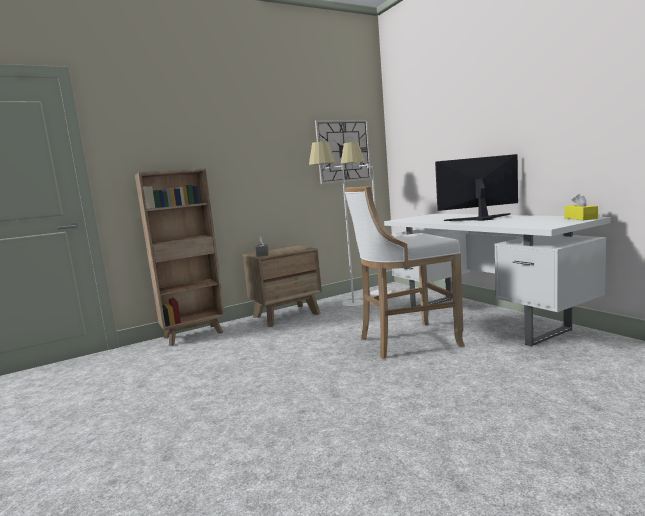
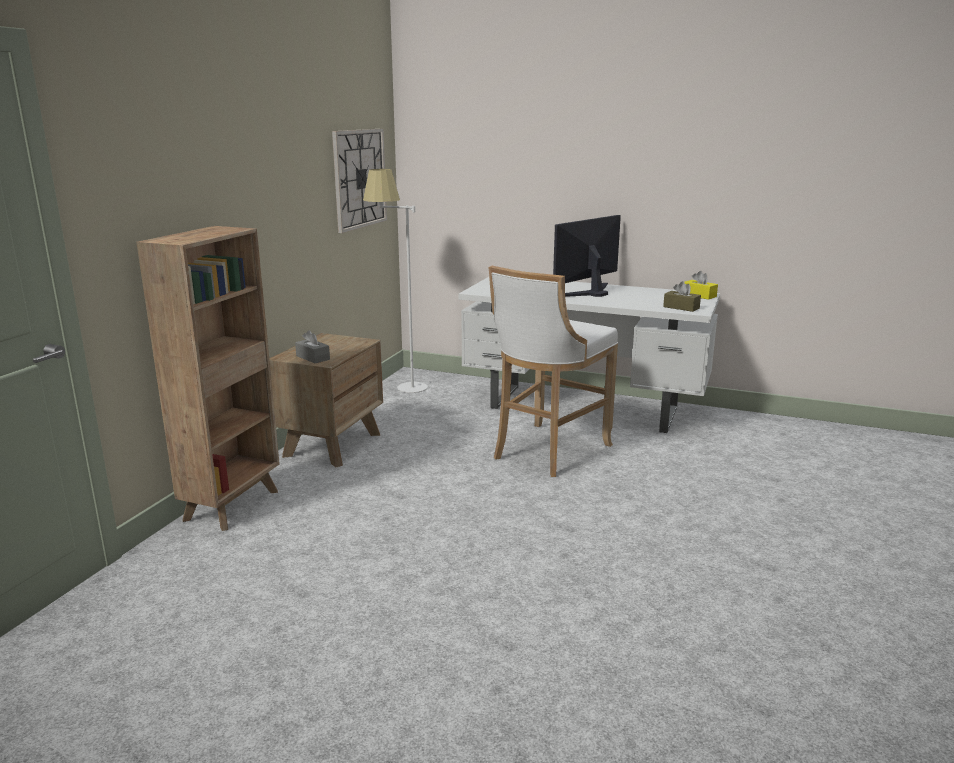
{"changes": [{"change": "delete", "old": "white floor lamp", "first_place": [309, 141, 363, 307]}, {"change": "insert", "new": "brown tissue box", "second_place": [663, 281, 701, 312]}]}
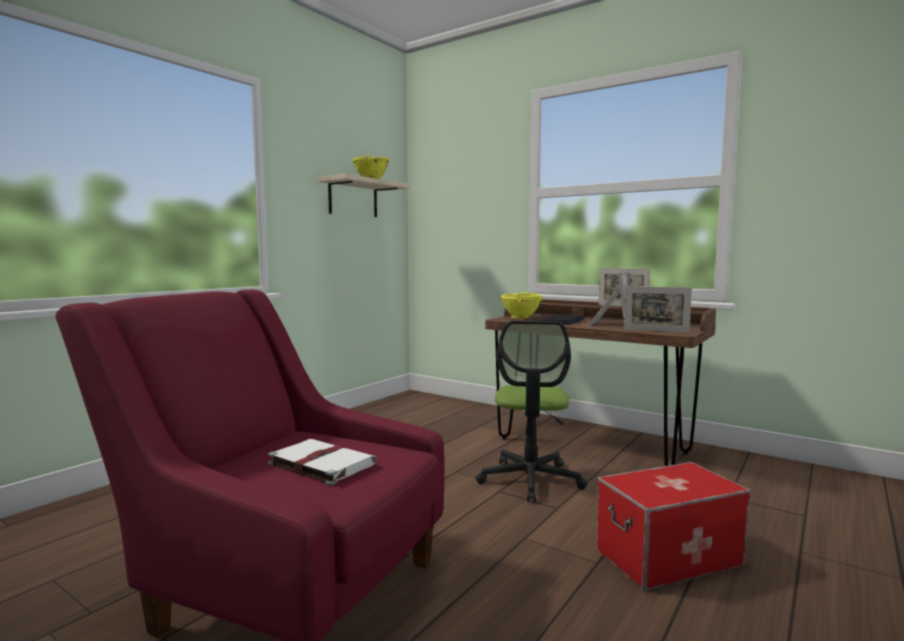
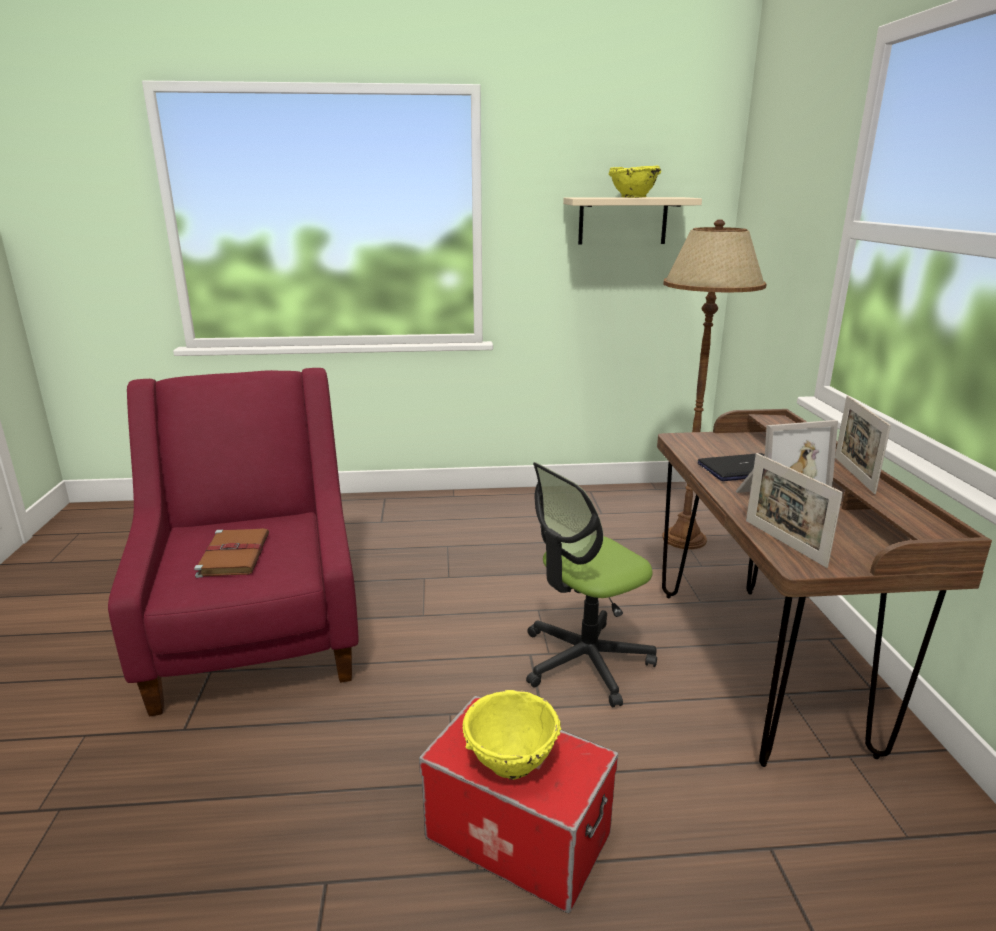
{"changes": [{"change": "recolor", "old": "white book", "new": "brown book", "first_place": [268, 439, 376, 486], "second_place": [194, 528, 269, 578]}, {"change": "move", "old": "yellow bowl", "first_place": [500, 293, 543, 318], "second_place": [462, 690, 561, 780]}, {"change": "insert", "new": "brown floor lamp", "second_place": [662, 219, 767, 549]}]}
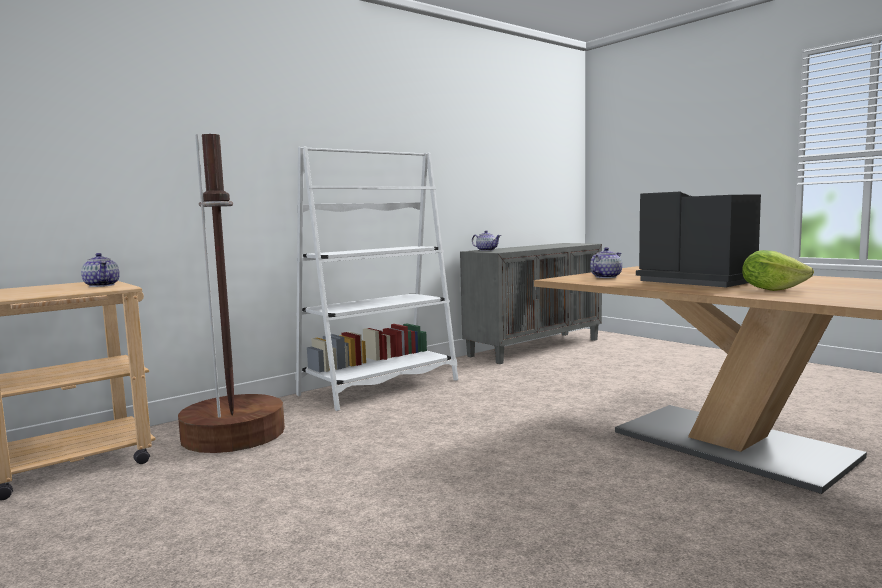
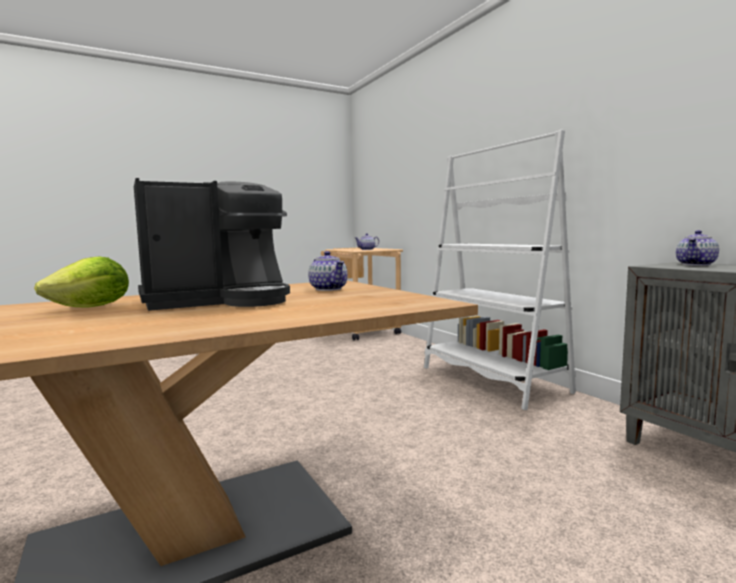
{"changes": [{"change": "delete", "old": "brown floor lamp", "first_place": [178, 134, 285, 453]}]}
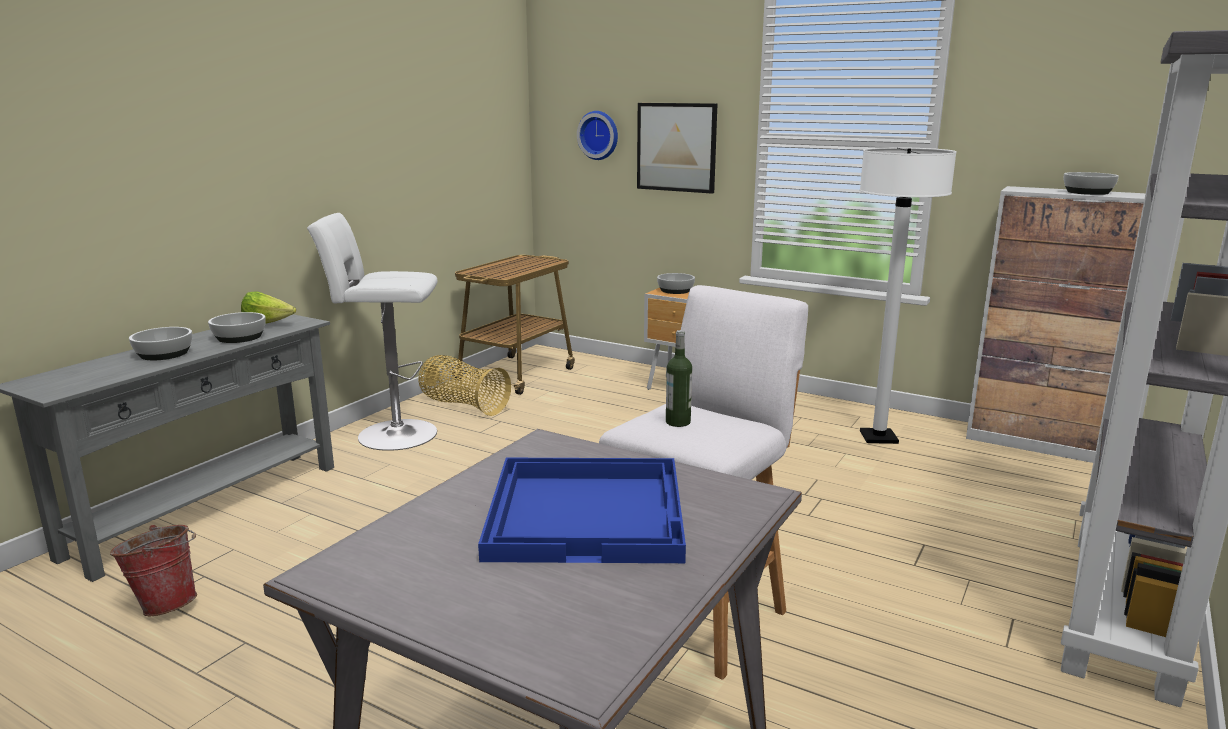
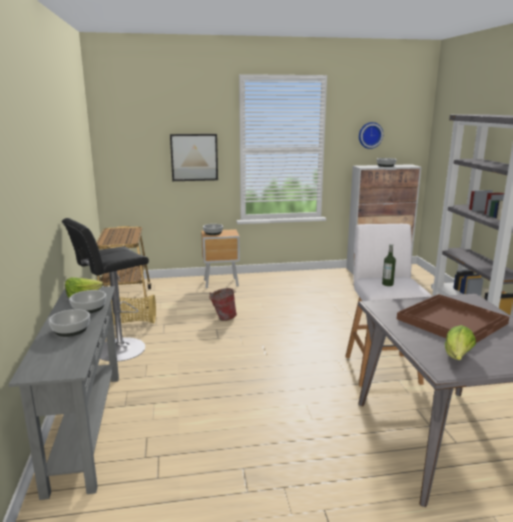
{"changes": [{"change": "move", "old": "bucket", "first_place": [110, 525, 197, 616], "second_place": [209, 288, 237, 321]}, {"change": "recolor", "old": "white stool", "new": "black stool", "first_place": [307, 213, 438, 451], "second_place": [62, 218, 149, 362]}, {"change": "recolor", "old": "blue tray", "new": "brown tray", "first_place": [478, 458, 686, 563], "second_place": [397, 294, 509, 343]}, {"change": "move", "old": "wall clock", "first_place": [577, 111, 618, 160], "second_place": [359, 122, 383, 149]}, {"change": "delete", "old": "white floor lamp", "first_place": [859, 147, 957, 444]}, {"change": "insert", "new": "lettuce", "second_place": [445, 325, 476, 360]}]}
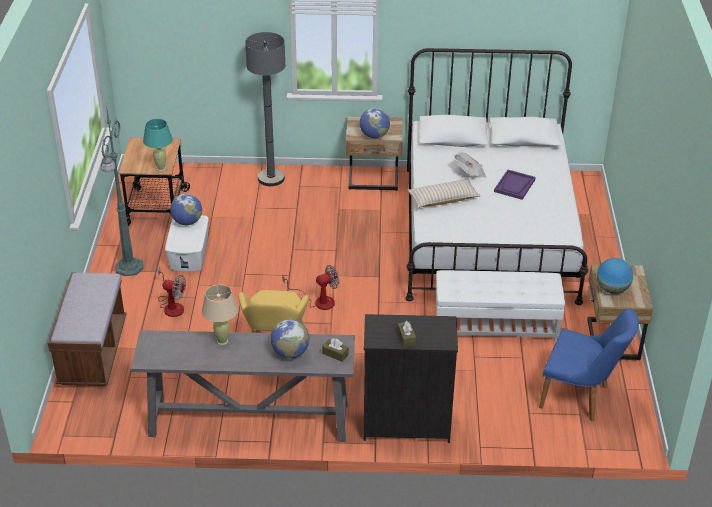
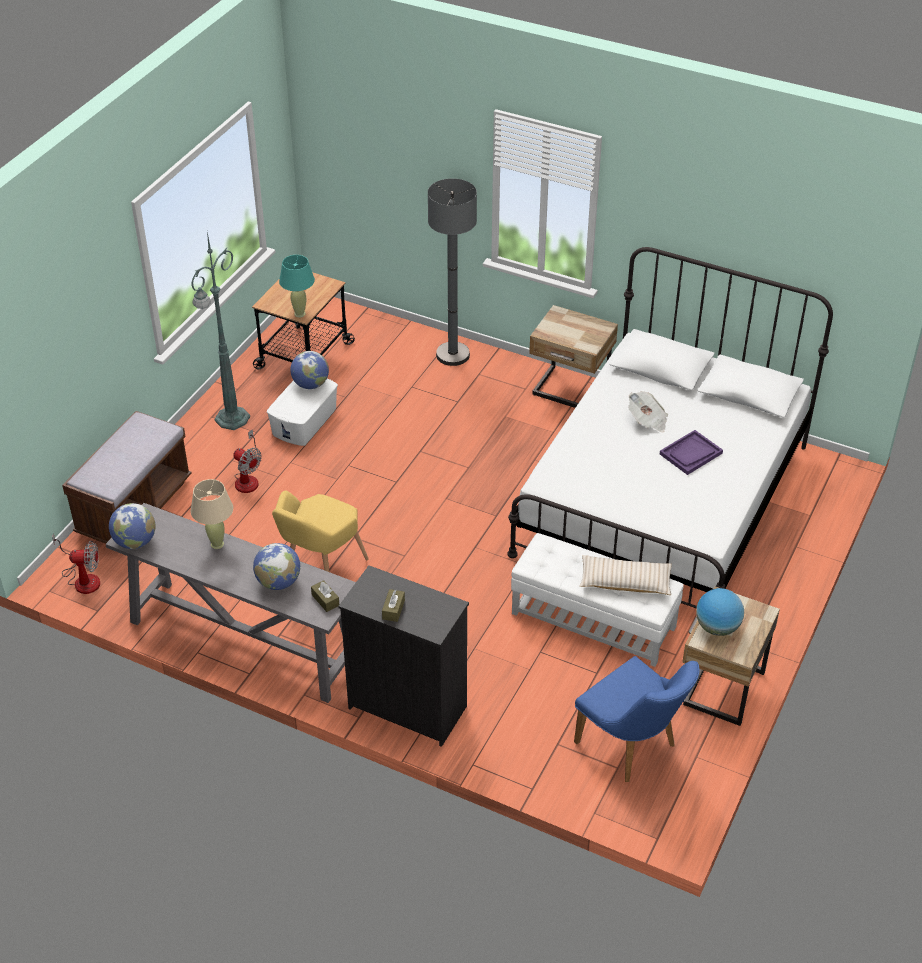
{"changes": [{"change": "move", "old": "fan", "first_place": [282, 265, 339, 310], "second_place": [52, 533, 100, 594]}, {"change": "move", "old": "globe", "first_place": [360, 108, 390, 138], "second_place": [109, 503, 155, 549]}, {"change": "move", "old": "beige pillow", "first_place": [407, 179, 480, 208], "second_place": [580, 555, 672, 595]}]}
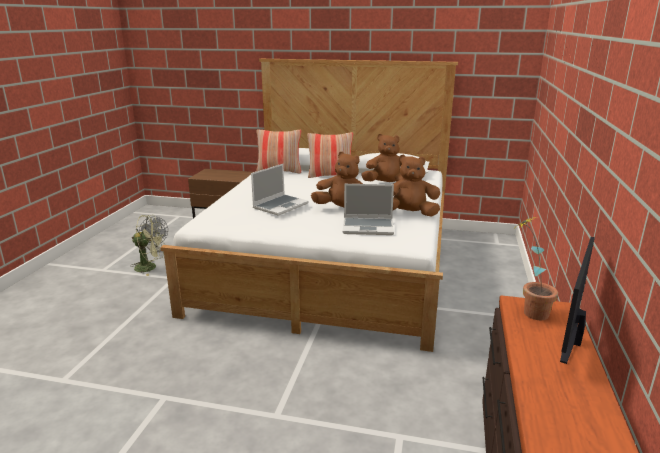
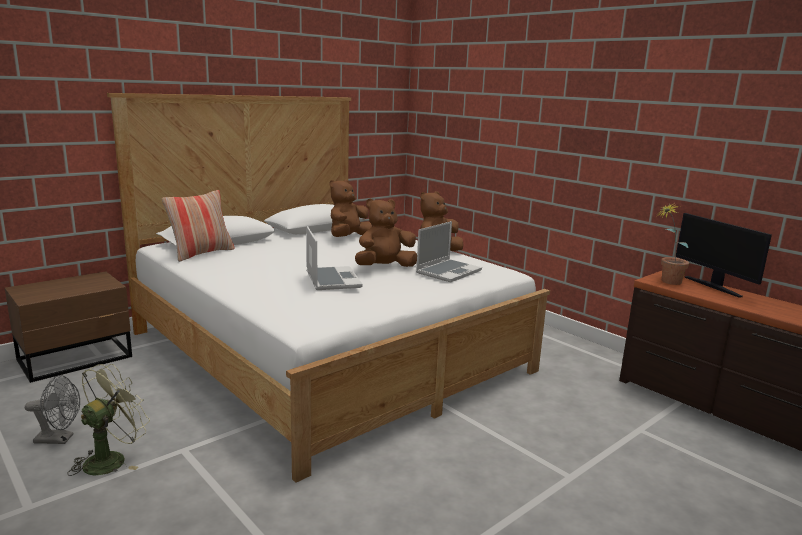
{"changes": [{"change": "delete", "old": "pillow", "first_place": [307, 132, 353, 178]}]}
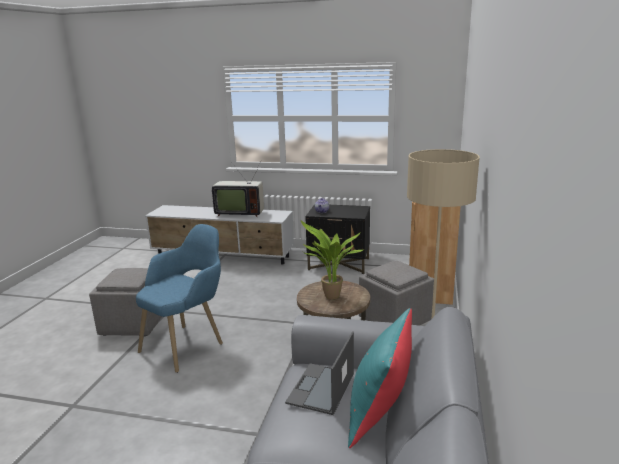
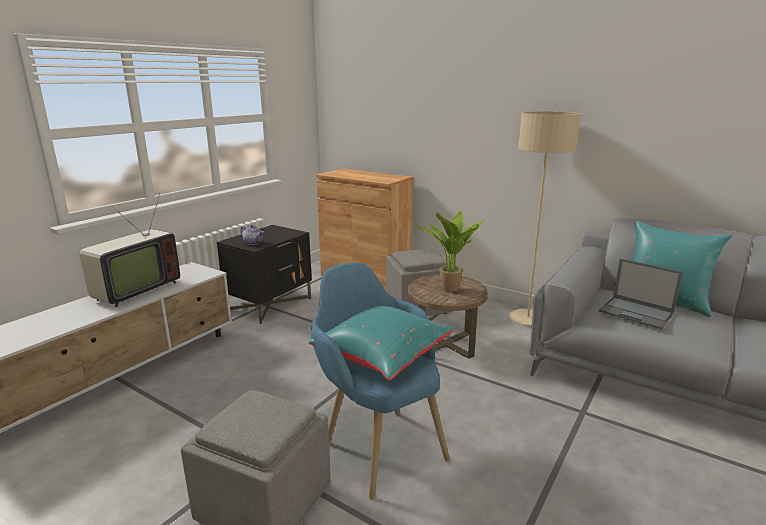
{"changes": [{"change": "insert", "new": "turquoise pillow", "second_place": [309, 306, 455, 381]}]}
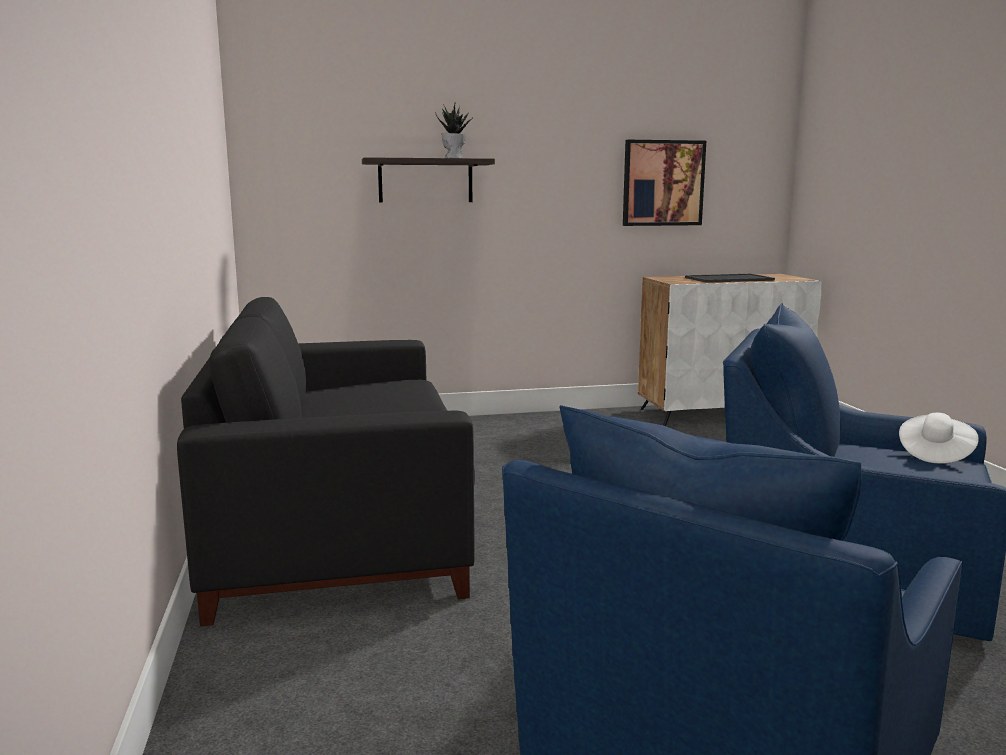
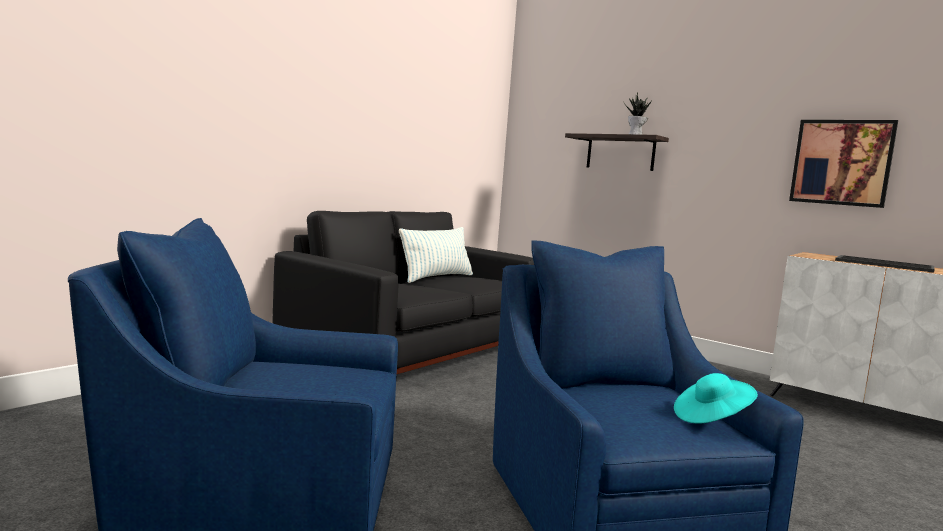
{"changes": [{"change": "recolor", "old": "white hat", "new": "turquoise hat", "first_place": [899, 413, 979, 464], "second_place": [674, 373, 758, 423]}, {"change": "insert", "new": "pillow", "second_place": [399, 227, 473, 283]}]}
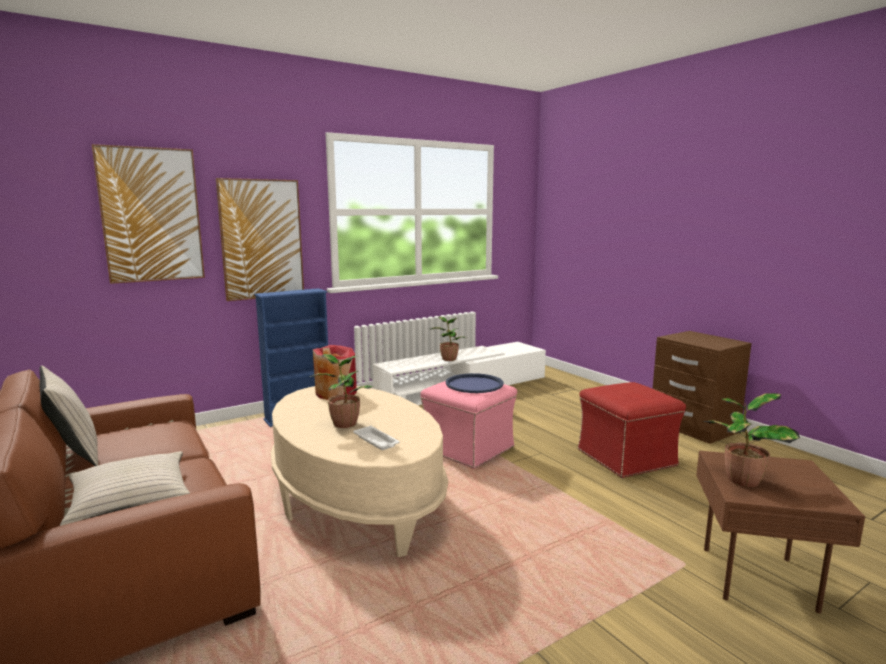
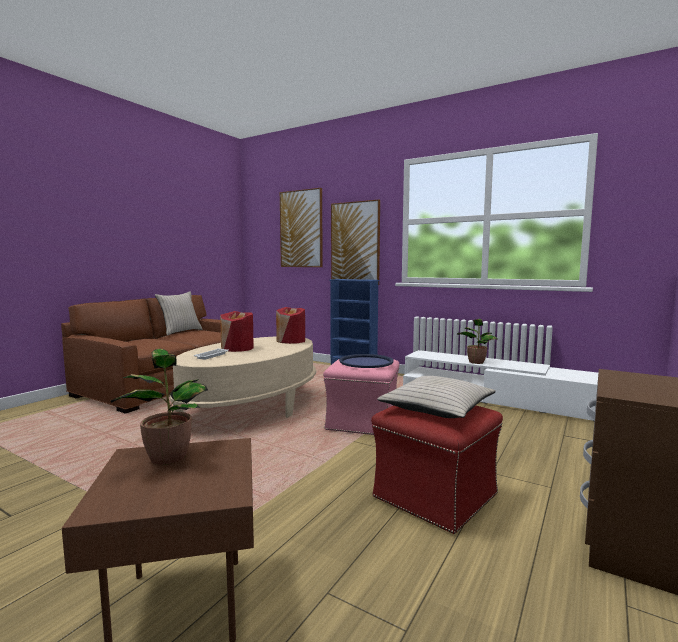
{"changes": [{"change": "move", "old": "beige pillow", "first_place": [60, 451, 190, 526], "second_place": [377, 376, 496, 418]}, {"change": "replace", "old": "potted plant", "new": "red vase", "first_place": [309, 354, 373, 428], "second_place": [220, 311, 254, 352]}]}
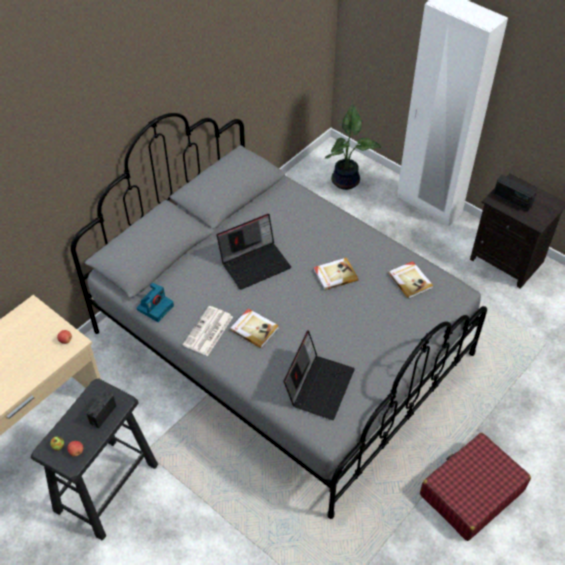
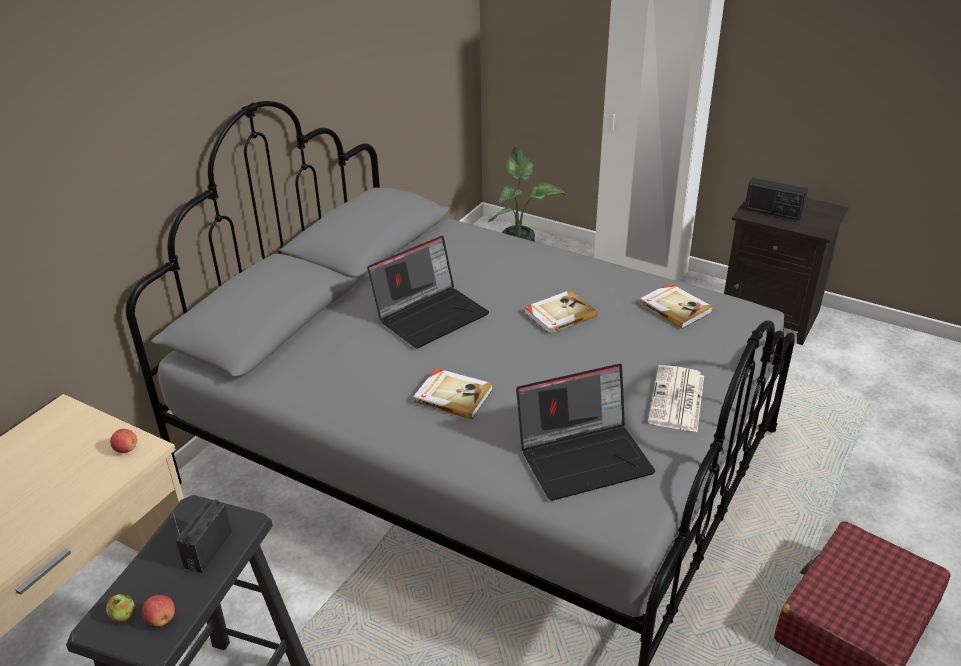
{"changes": [{"change": "delete", "old": "photo camera", "first_place": [136, 283, 174, 322]}, {"change": "move", "old": "newspaper", "first_place": [183, 306, 233, 356], "second_place": [648, 365, 704, 432]}, {"change": "rotate", "old": "laptop", "first_place": [284, 330, 355, 420], "second_place": [516, 364, 655, 501], "degrees": 60}]}
